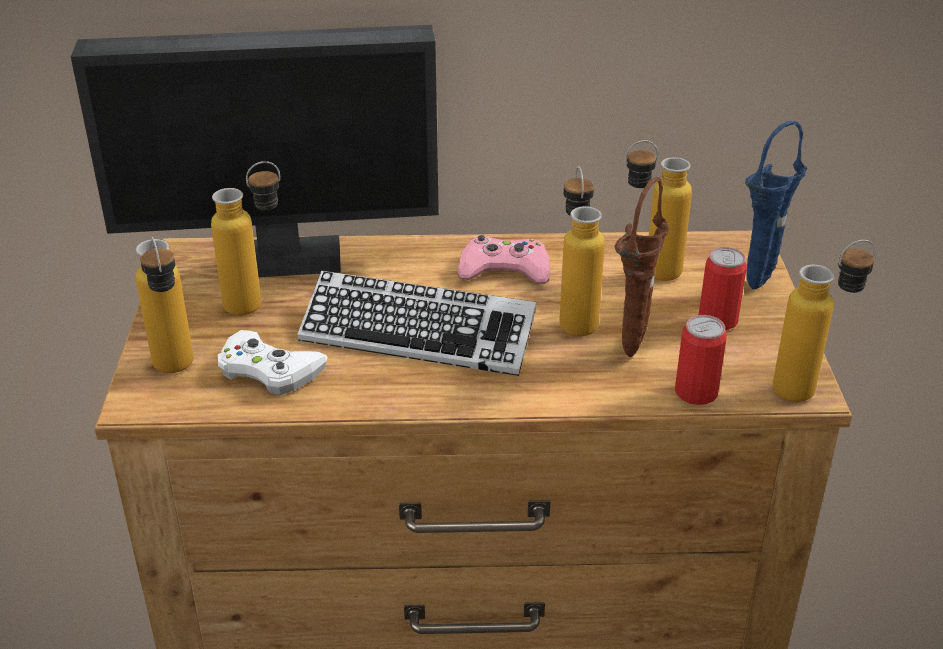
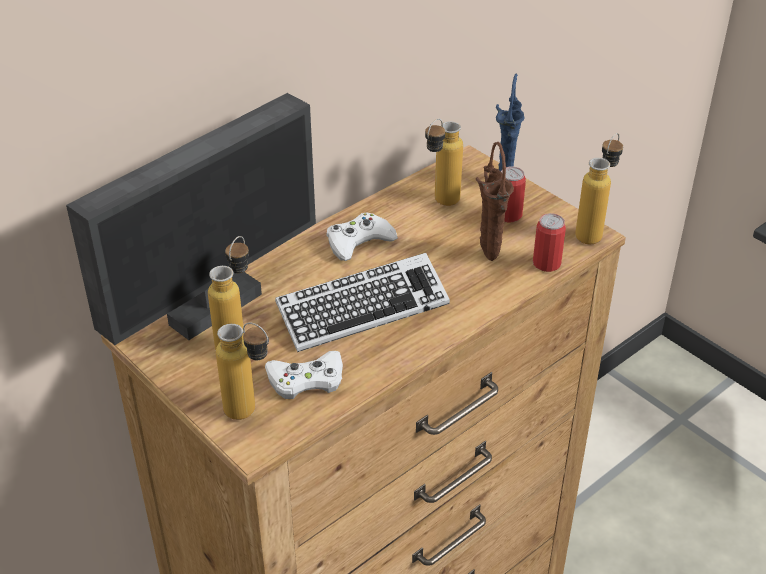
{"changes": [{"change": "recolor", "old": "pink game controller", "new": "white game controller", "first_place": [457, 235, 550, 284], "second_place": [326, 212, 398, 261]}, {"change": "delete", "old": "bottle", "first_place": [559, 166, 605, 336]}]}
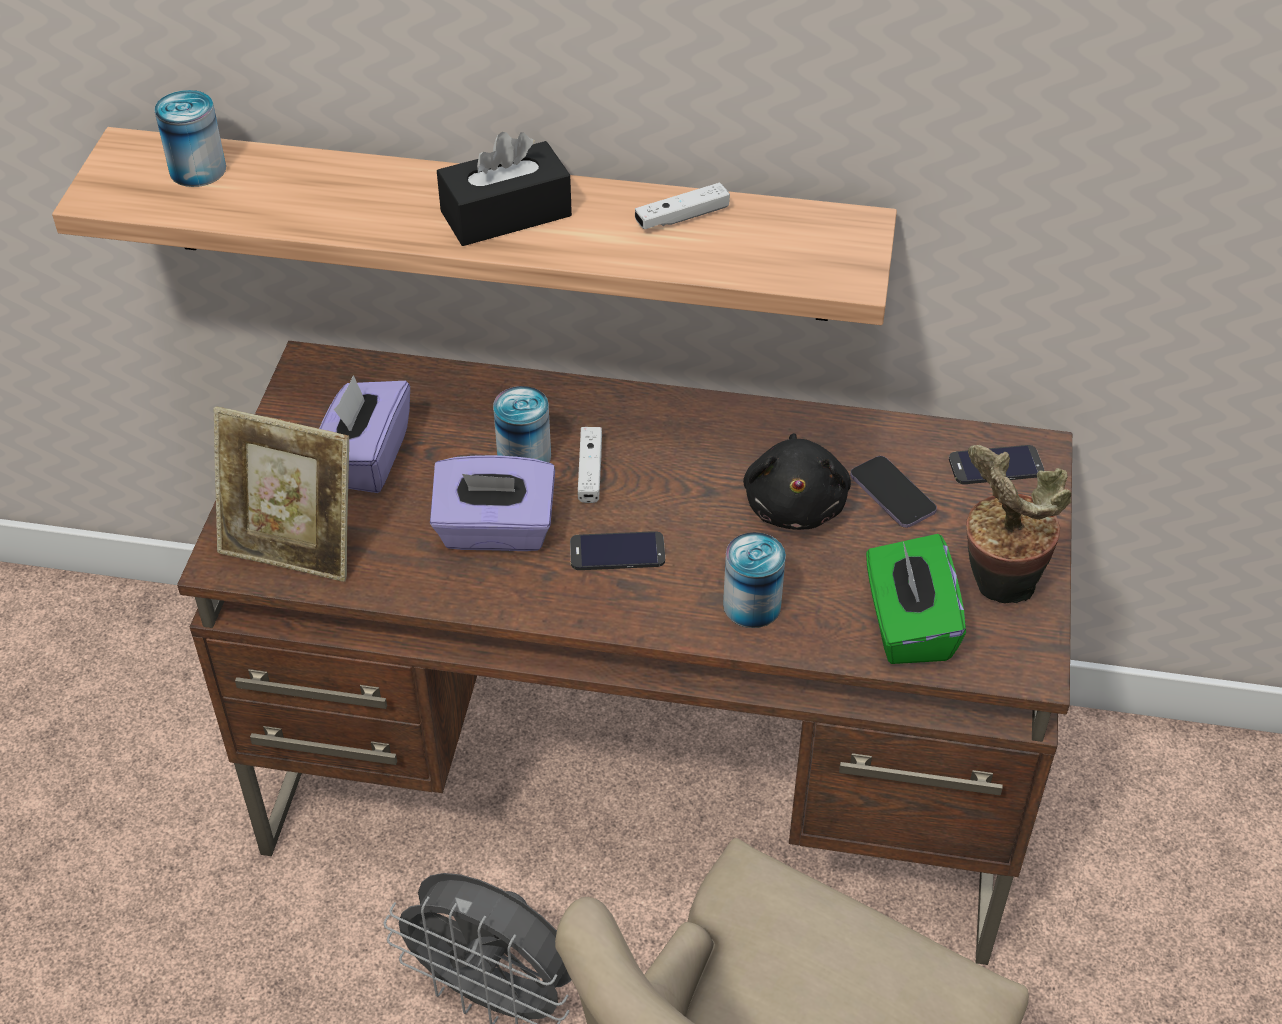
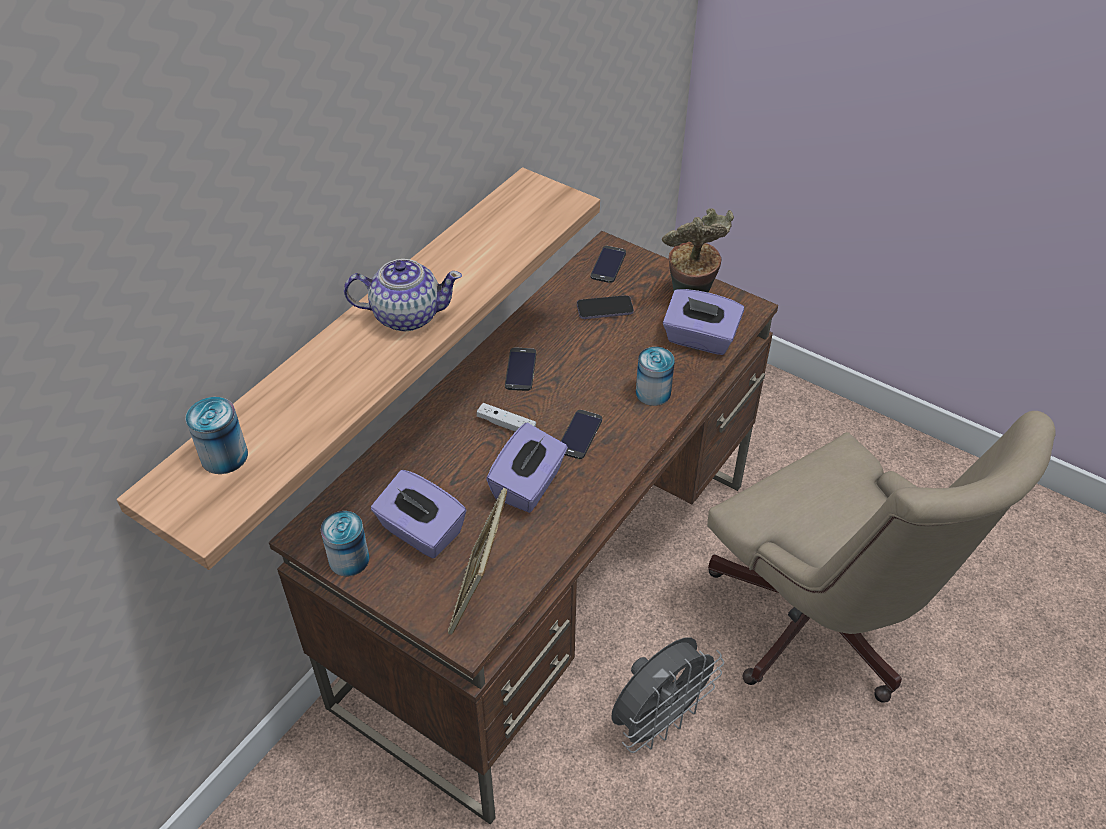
{"changes": [{"change": "rotate", "old": "picture frame", "first_place": [214, 407, 349, 582], "second_place": [448, 488, 507, 634], "degrees": 150}, {"change": "replace", "old": "black tissue box", "new": "teapot", "first_place": [437, 132, 572, 246], "second_place": [344, 259, 462, 332]}, {"change": "move", "old": "can", "first_place": [493, 386, 551, 463], "second_place": [321, 511, 369, 576]}, {"change": "delete", "old": "white game controller", "first_place": [635, 183, 730, 229]}, {"change": "delete", "old": "black plush toy", "first_place": [743, 433, 851, 530]}, {"change": "recolor", "old": "green tissue box", "new": "purple tissue box", "first_place": [866, 534, 966, 664], "second_place": [663, 289, 744, 355]}, {"change": "insert", "new": "phone", "second_place": [505, 348, 536, 391]}]}
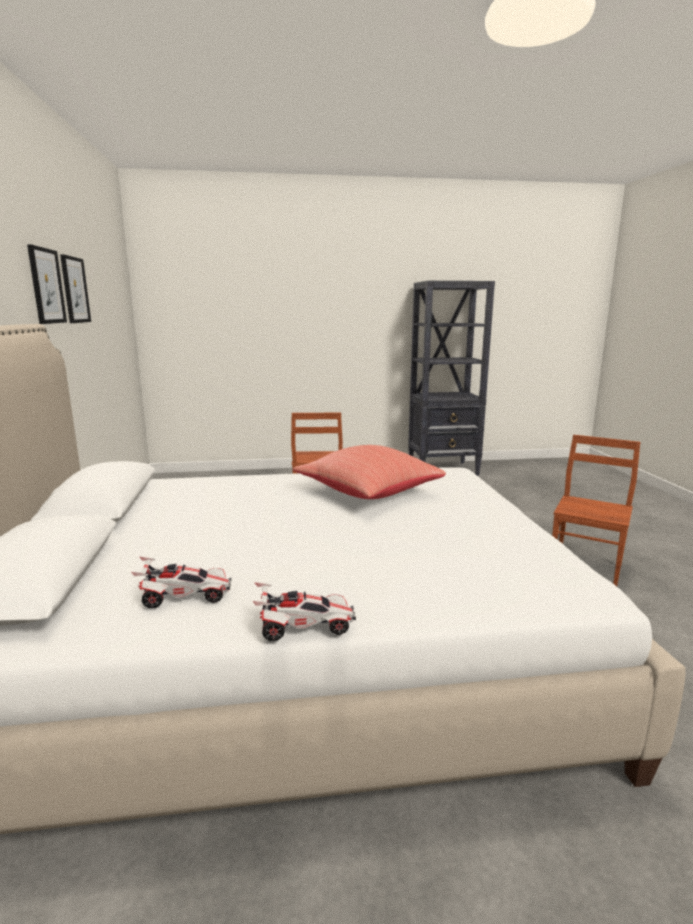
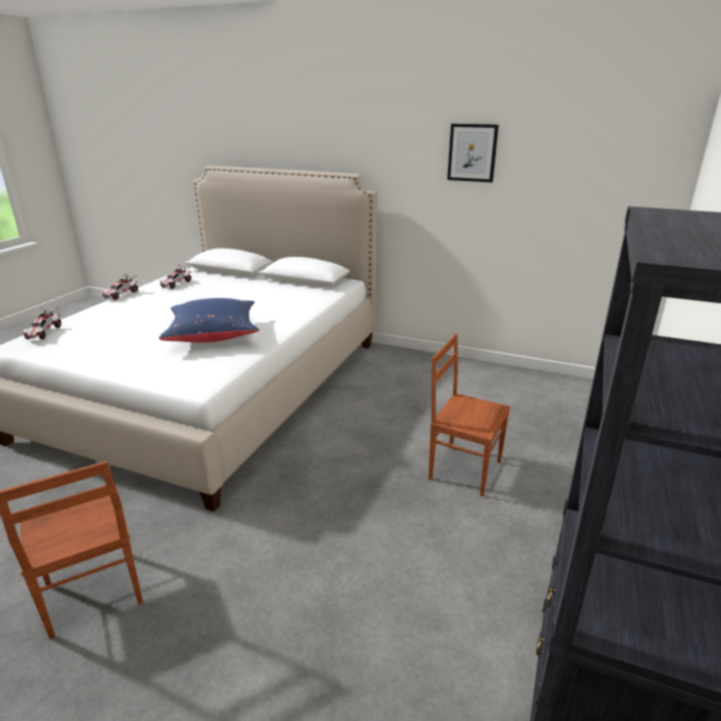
{"changes": [{"change": "delete", "old": "picture", "first_place": [27, 244, 67, 324]}, {"change": "recolor", "old": "red pillow", "new": "blue pillow", "first_place": [293, 445, 446, 499], "second_place": [159, 298, 259, 343]}, {"change": "insert", "new": "toy car", "second_place": [22, 307, 61, 339]}]}
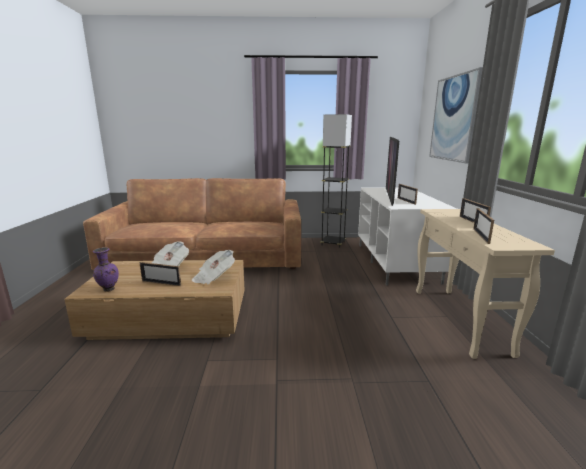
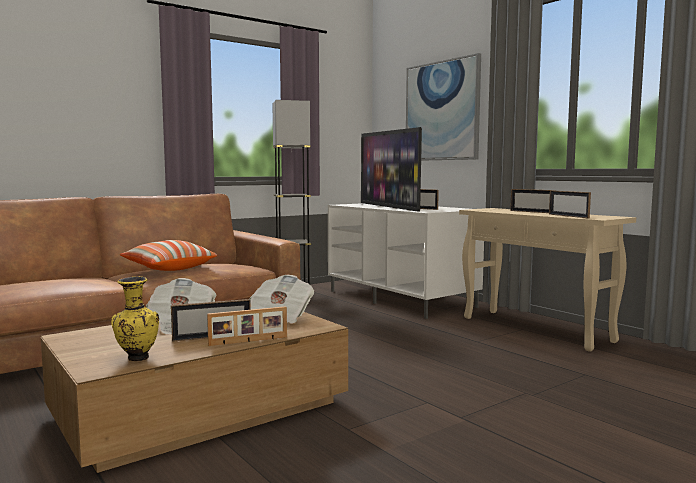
{"changes": [{"change": "recolor", "old": "purple vase", "new": "yellow vase", "first_place": [93, 247, 119, 292], "second_place": [111, 277, 159, 361]}, {"change": "insert", "new": "pillow", "second_place": [120, 240, 217, 271]}, {"change": "insert", "new": "picture frame", "second_place": [207, 306, 287, 346]}]}
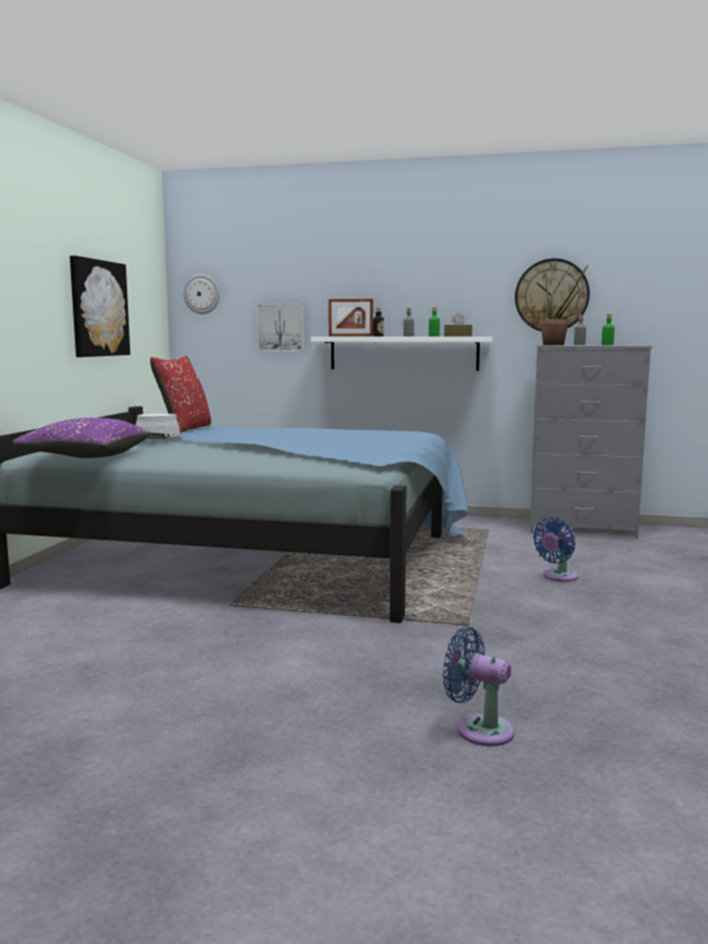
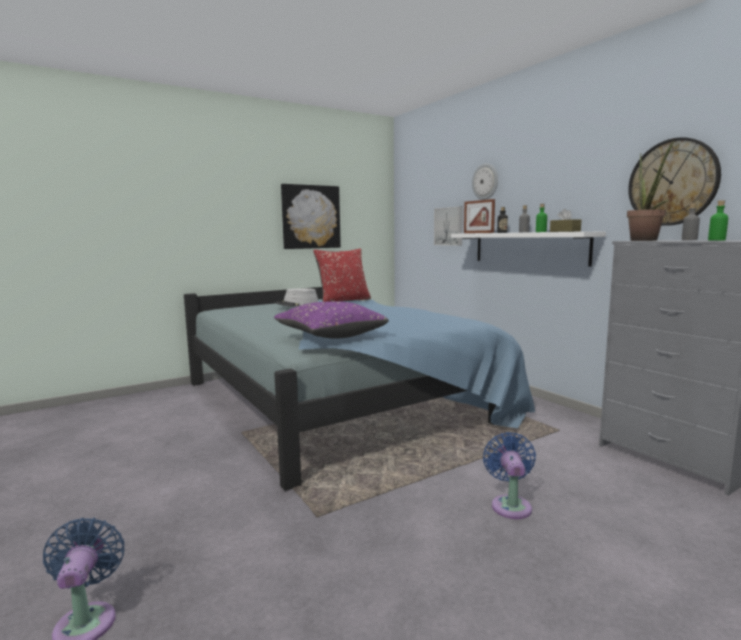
{"changes": [{"change": "move", "old": "purple pillow", "first_place": [12, 418, 150, 458], "second_place": [274, 301, 389, 339]}, {"change": "move", "old": "wall clock", "first_place": [183, 274, 220, 314], "second_place": [472, 163, 498, 200]}, {"change": "rotate", "old": "blue fan", "first_place": [533, 517, 578, 582], "second_place": [483, 432, 536, 519], "degrees": 90}]}
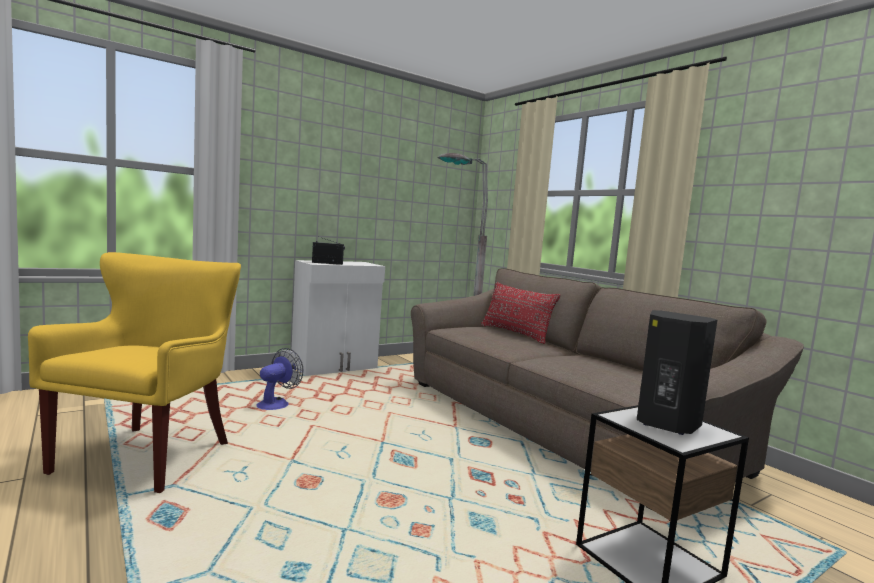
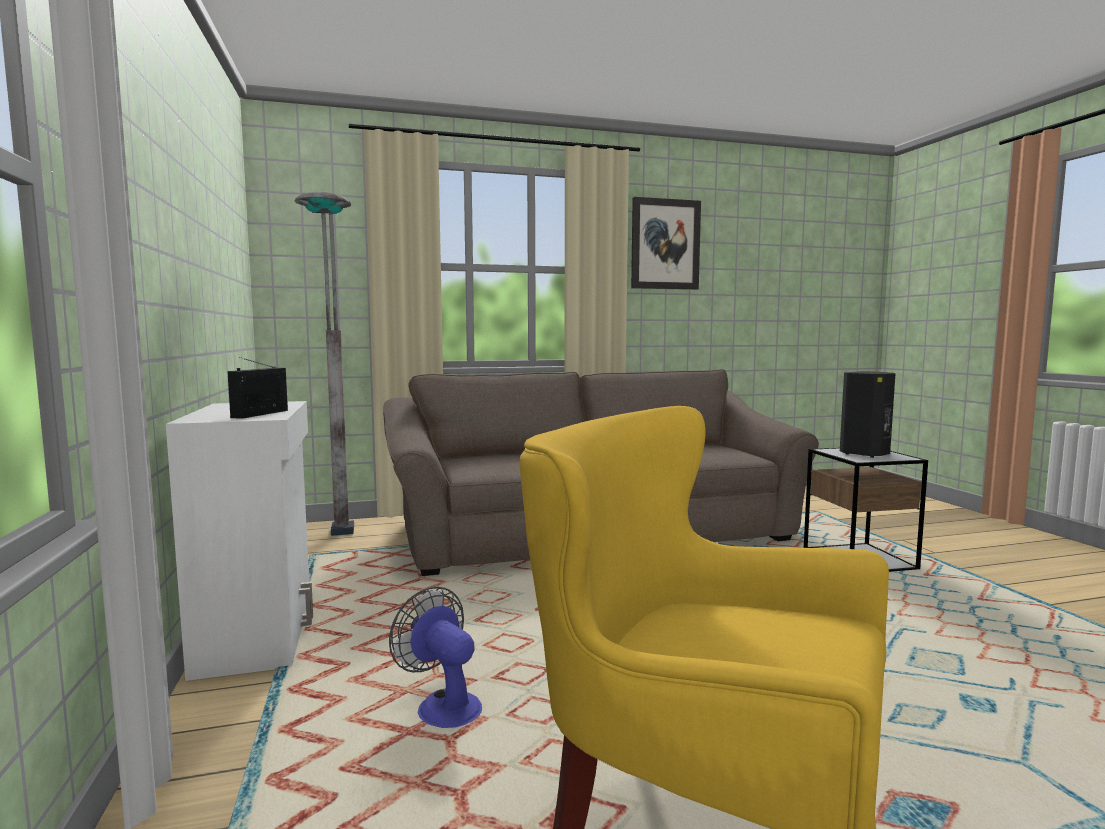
{"changes": [{"change": "delete", "old": "red pillow", "first_place": [481, 282, 560, 344]}, {"change": "insert", "new": "picture", "second_place": [631, 197, 701, 290]}]}
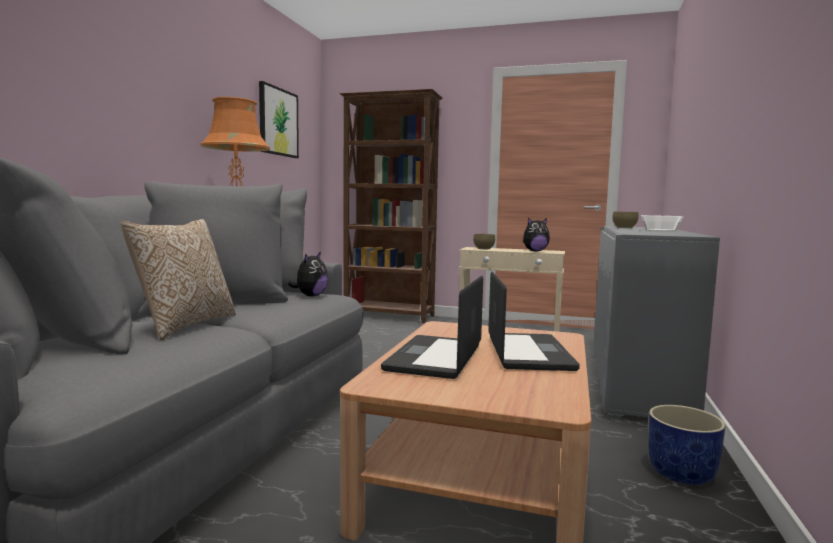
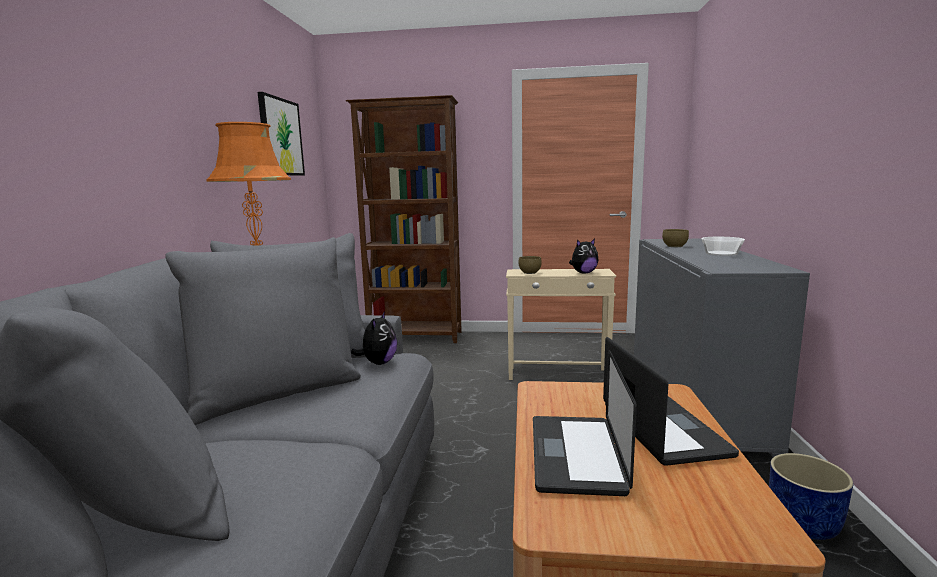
{"changes": [{"change": "delete", "old": "pillow", "first_place": [121, 219, 236, 340]}]}
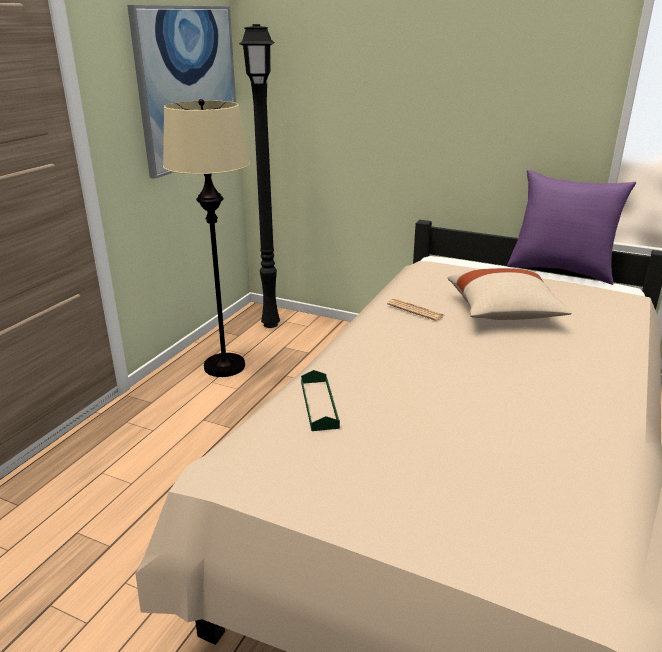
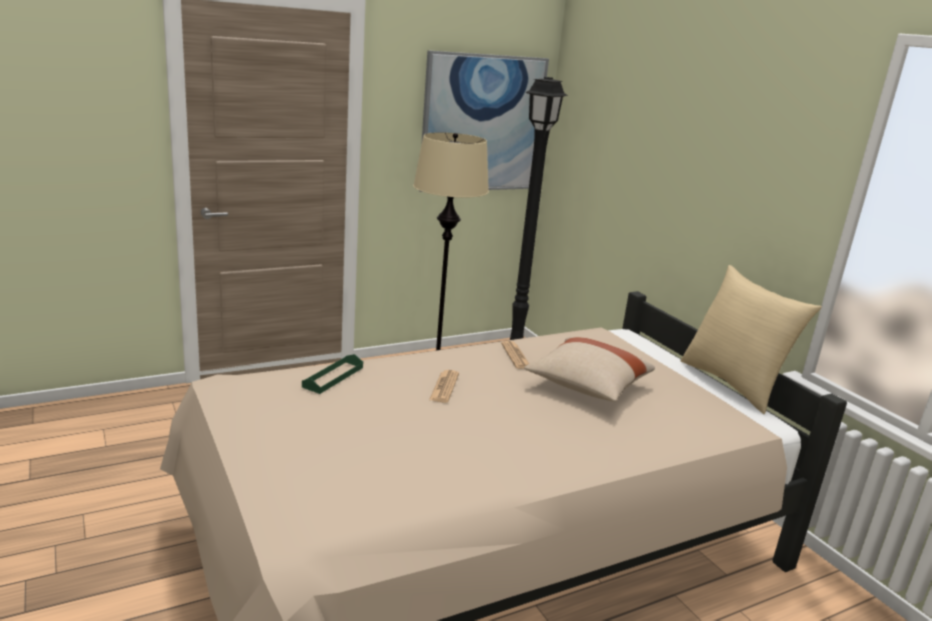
{"changes": [{"change": "recolor", "old": "purple pillow", "new": "beige pillow", "first_place": [507, 170, 636, 285], "second_place": [681, 265, 822, 414]}, {"change": "insert", "new": "newspaper", "second_place": [429, 370, 459, 403]}]}
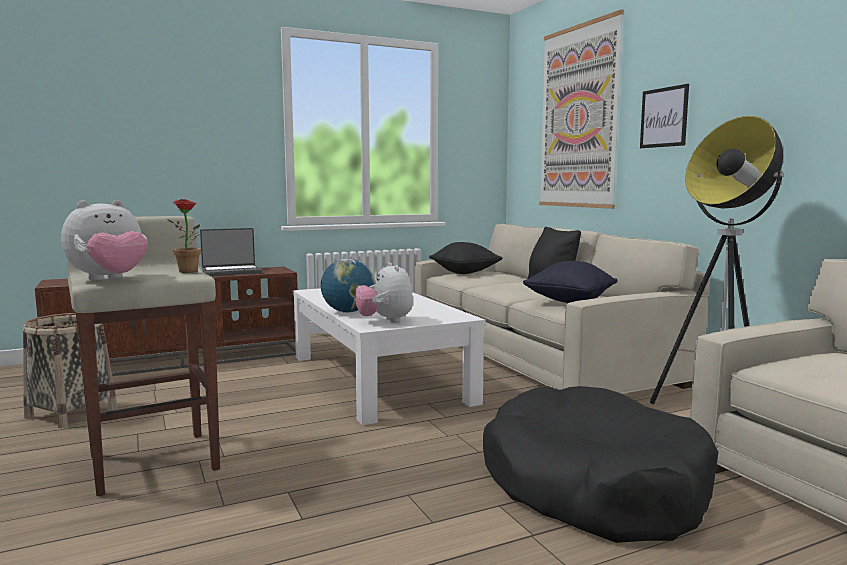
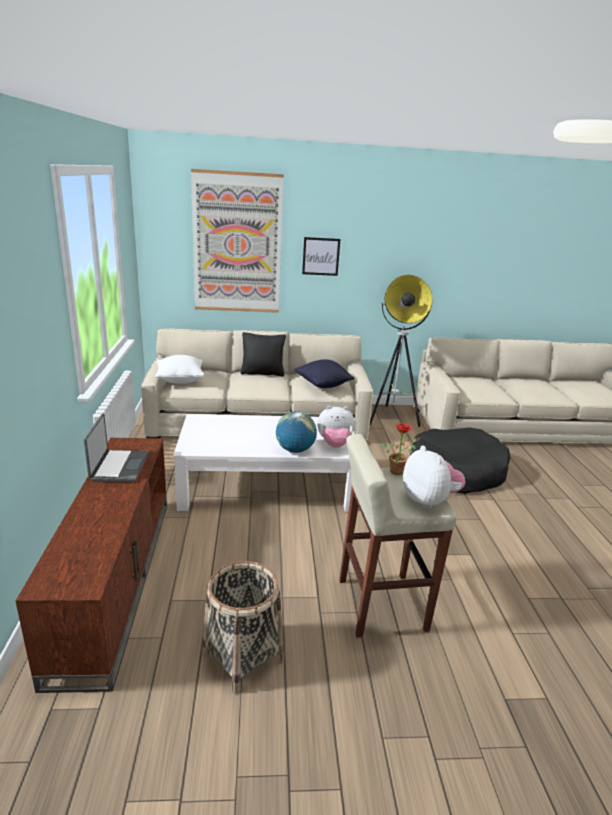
{"changes": [{"change": "recolor", "old": "black pillow", "new": "white pillow", "first_place": [429, 242, 502, 274], "second_place": [155, 355, 204, 384]}]}
